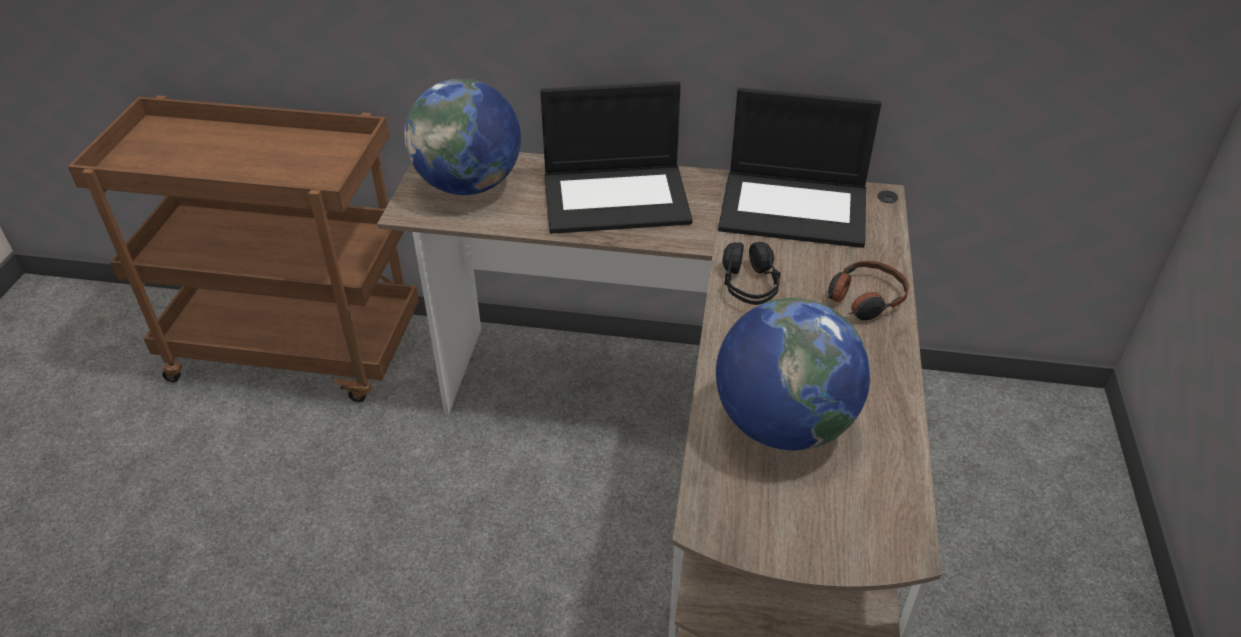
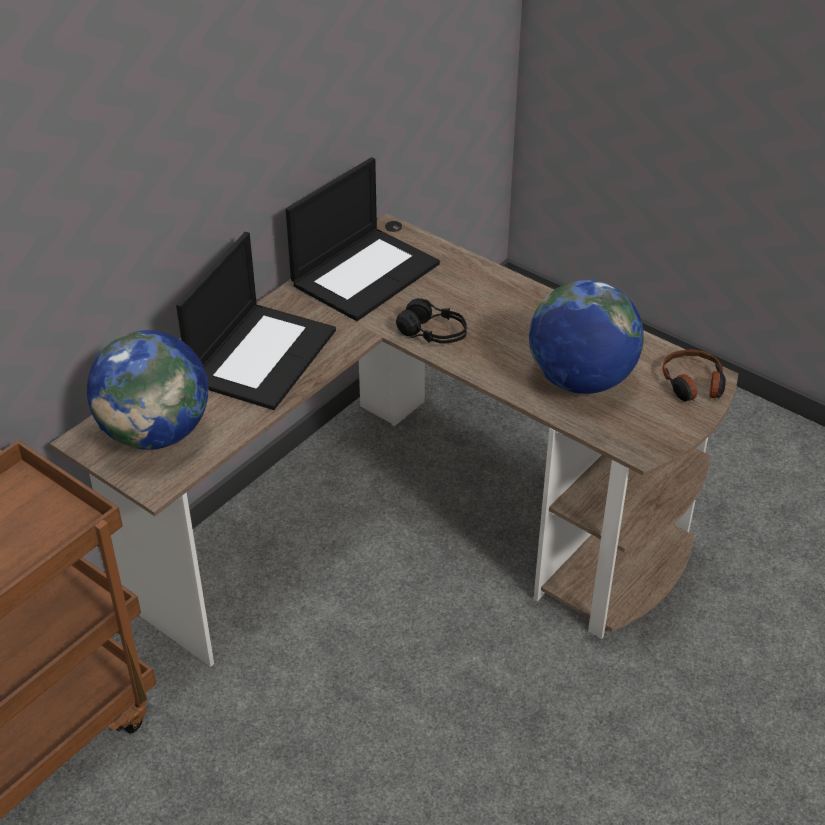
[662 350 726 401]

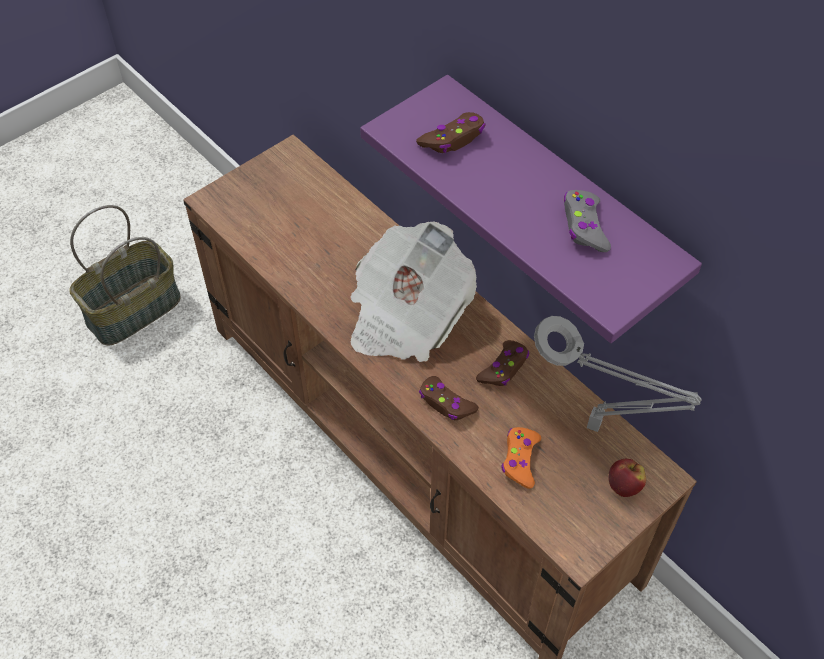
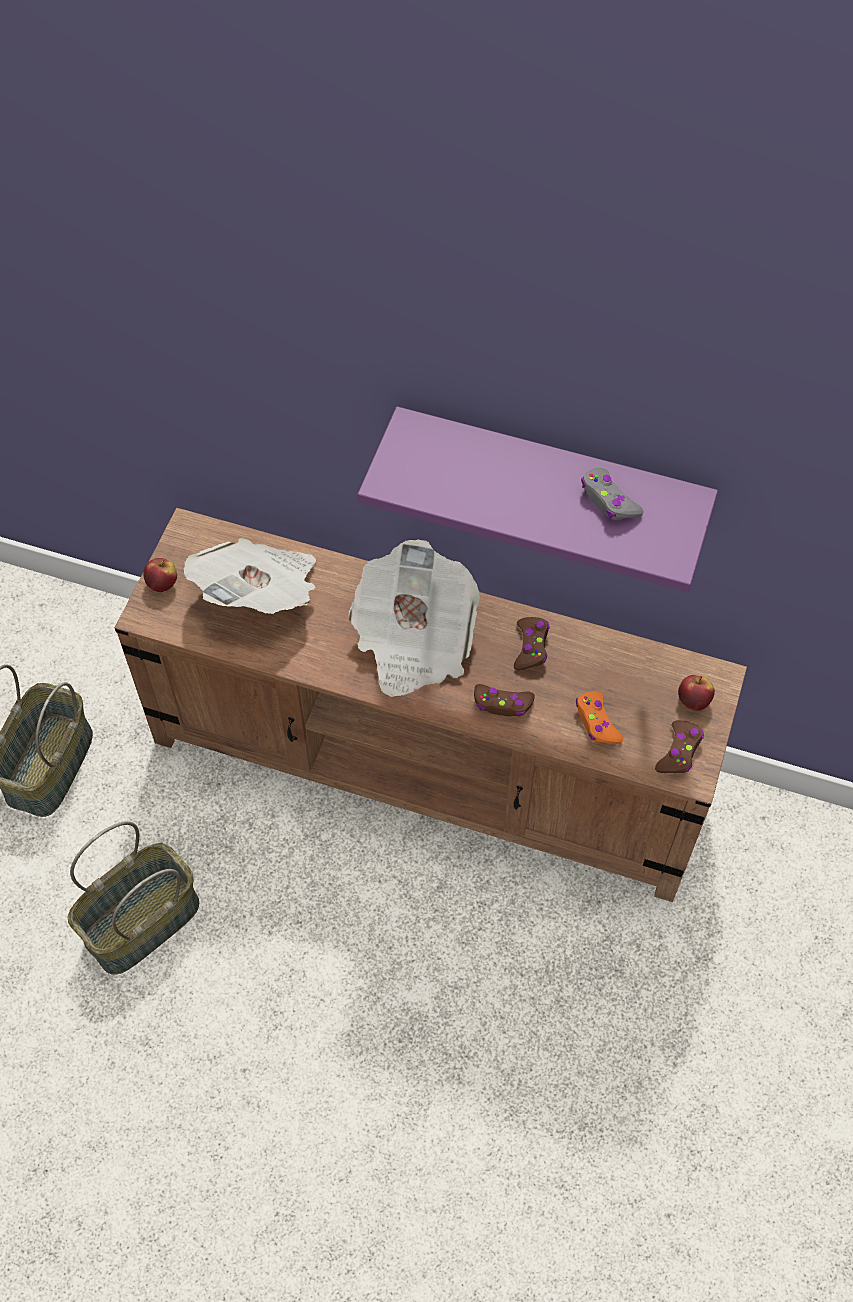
[534 316 702 432] (first image)
[68 821 199 975]
[143 558 177 592]
[184 538 316 614]
[655 720 704 773]

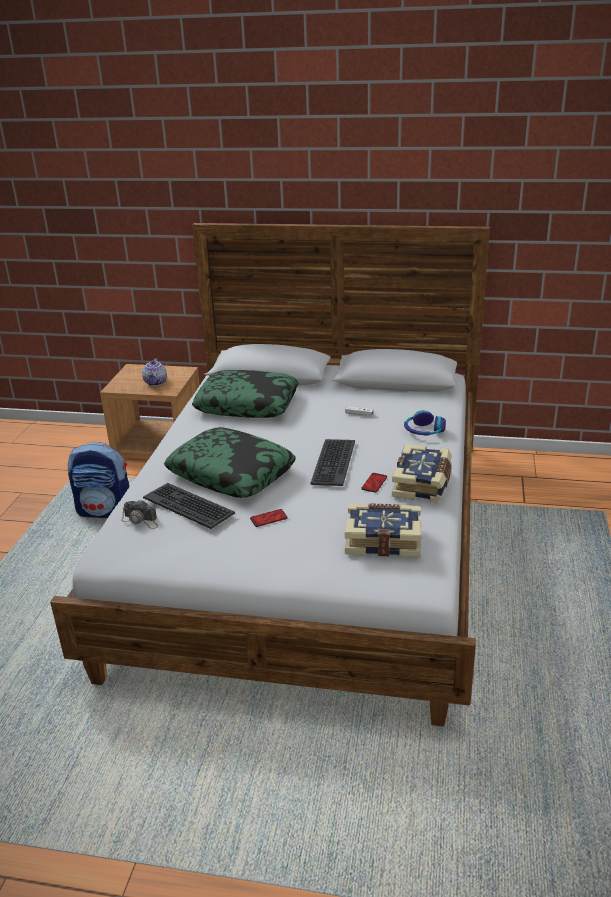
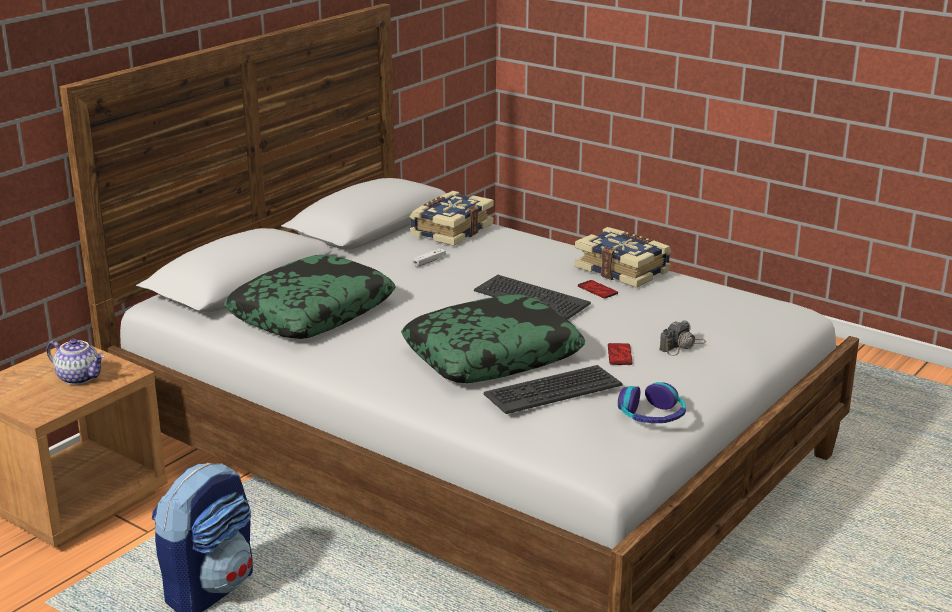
[660 320 706 356]
[410 191 494 246]
[618 382 686 423]

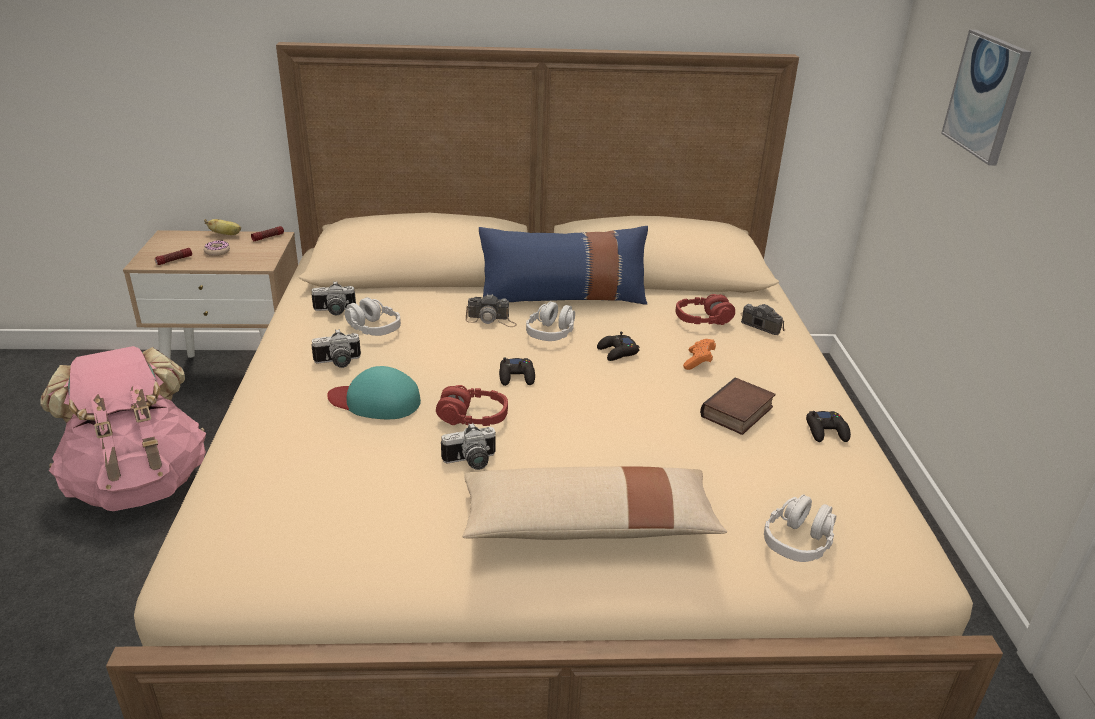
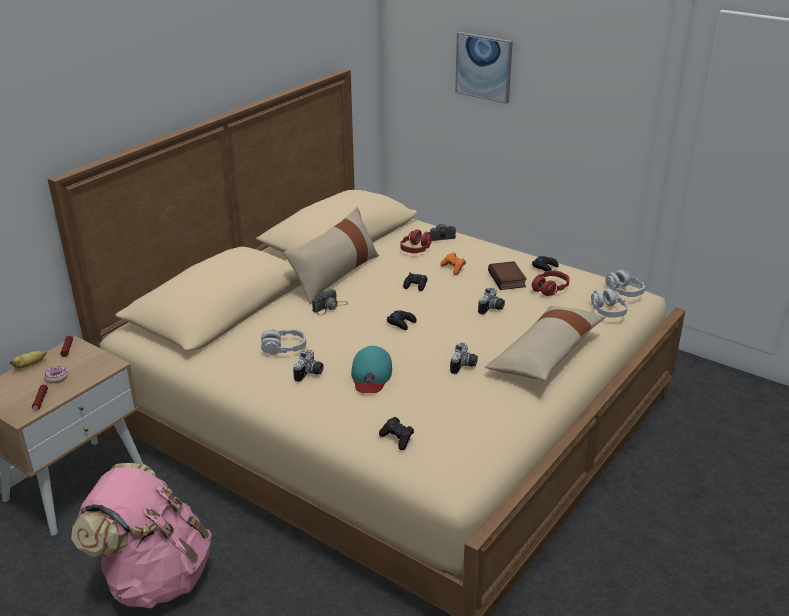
[379 417 414 450]
[478 287 505 315]
[532 270 570 296]
[605 270 645 297]
[284 207 379 304]
[351 346 392 393]

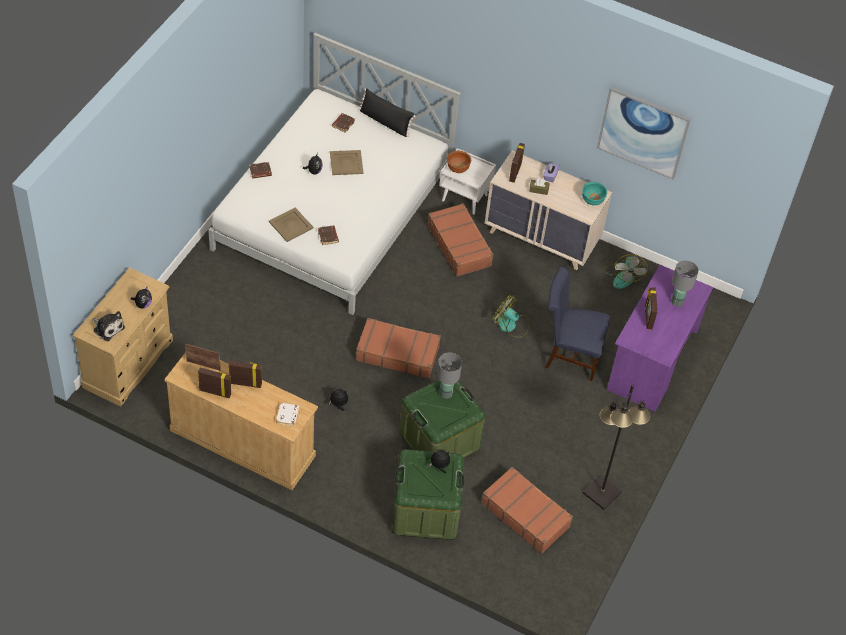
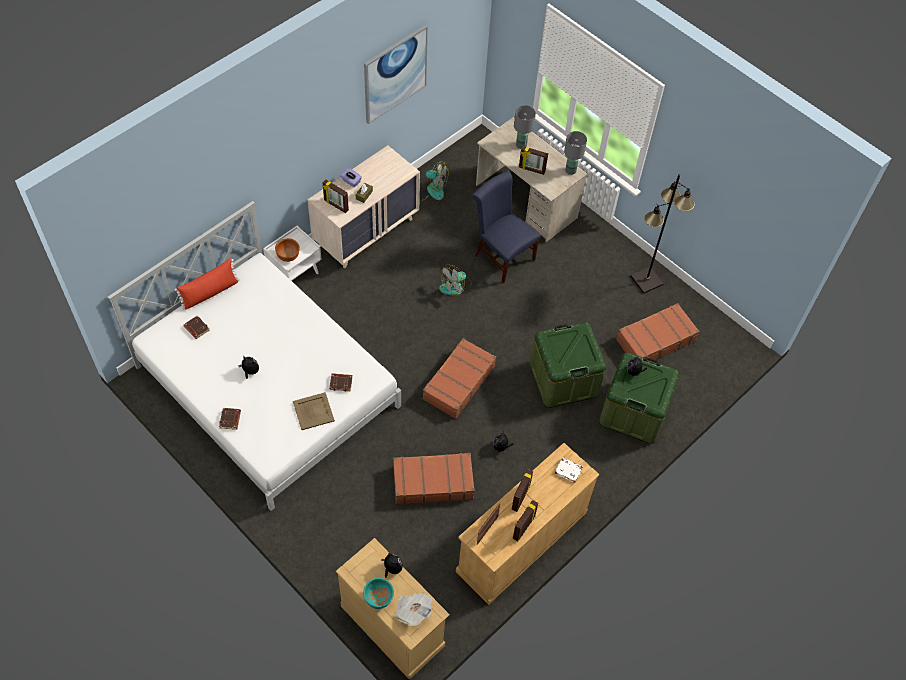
[330 150 364 175] (first image)
[393 453 475 504]
[564 131 587 175]
[363 578 394 609]
[394 593 432 626]
[175 258 240 310]
[476 117 587 242]
[472 170 541 283]

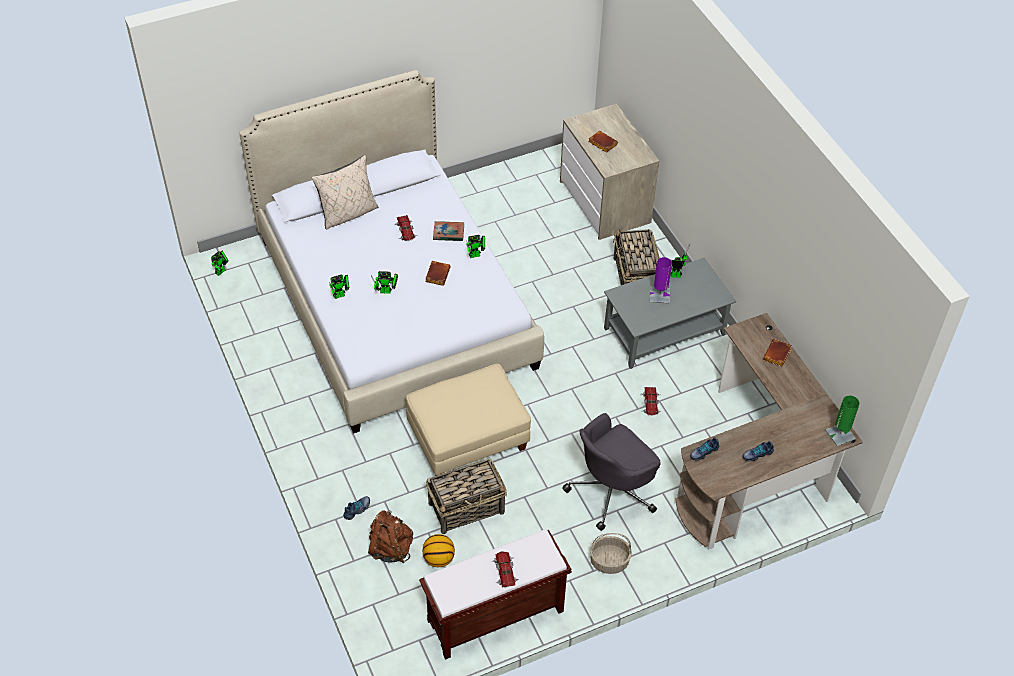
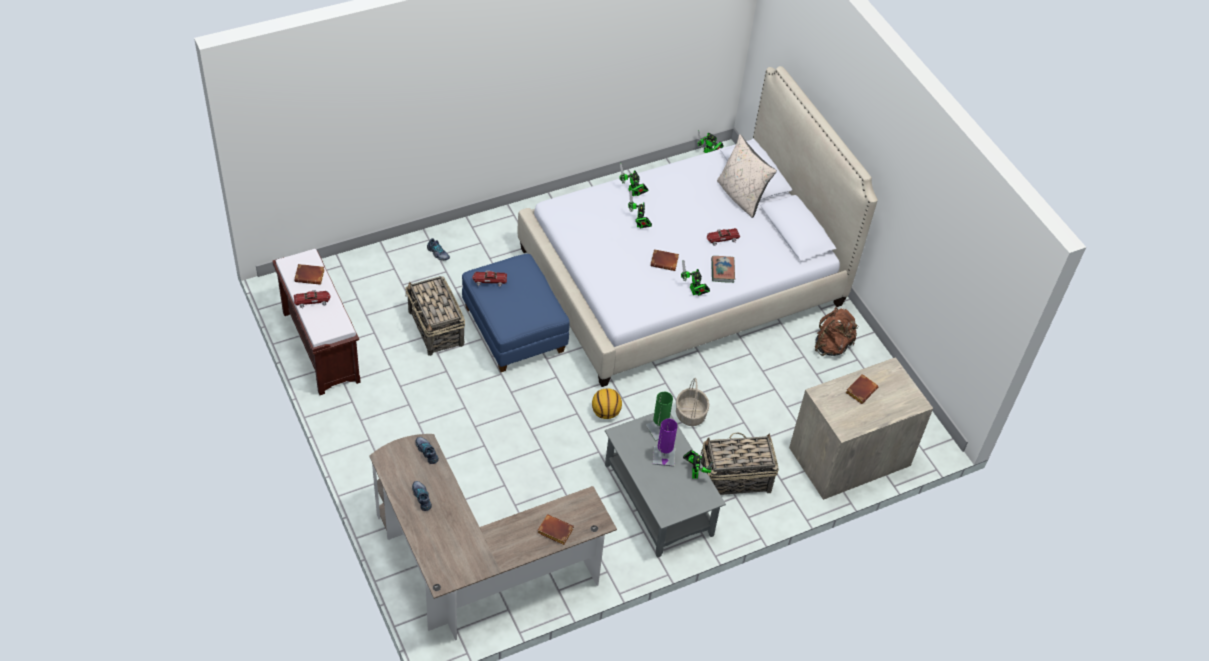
[562 413 661 531] (first image)
[294 264 325 285]
[815 307 857 356]
[592 389 622 419]
[676 378 709 426]
[472 270 507 287]
[646 392 673 441]
[462 254 570 372]

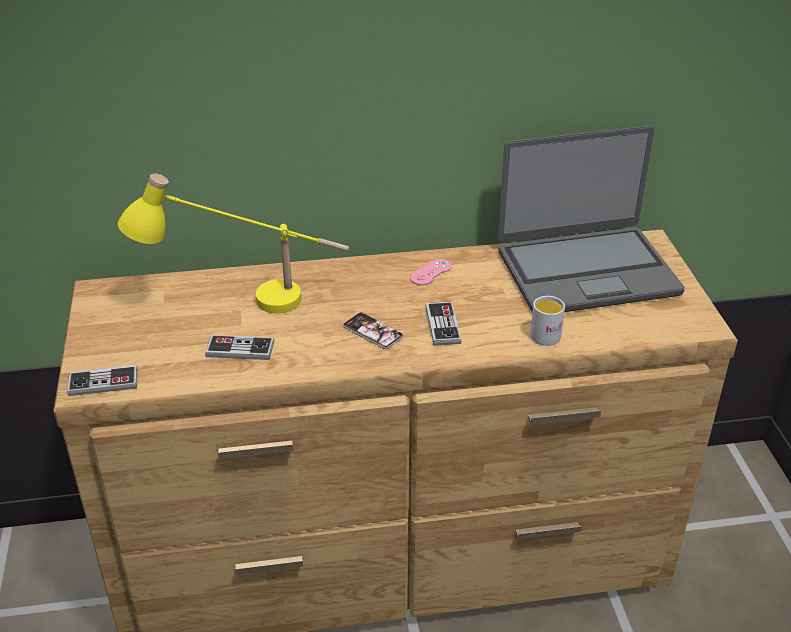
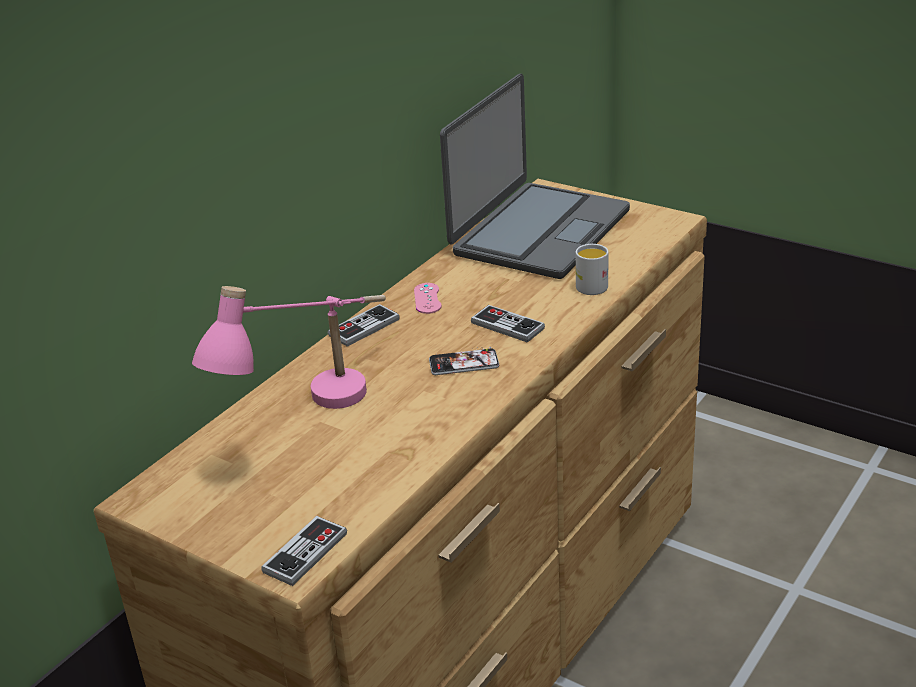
[328 304 400 347]
[192 286 386 409]

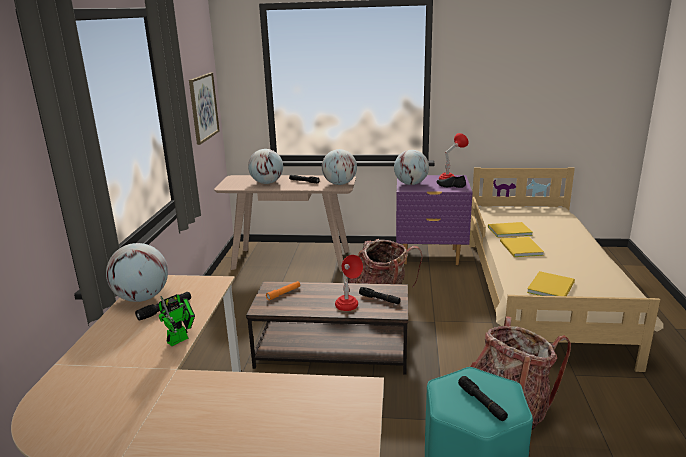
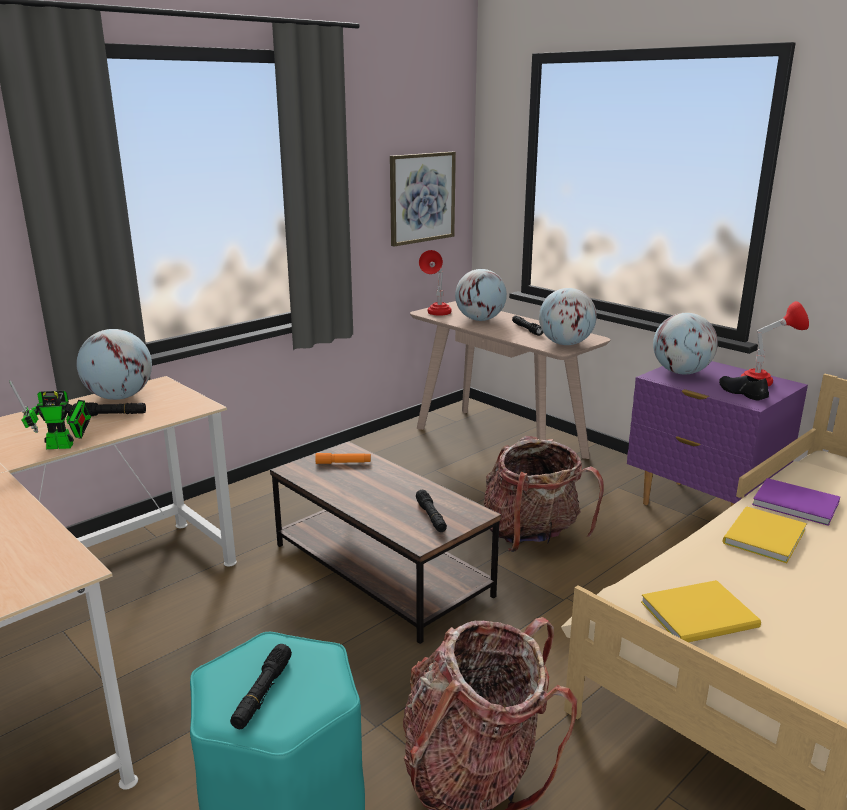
[419 250 452 316]
[752 478 840 526]

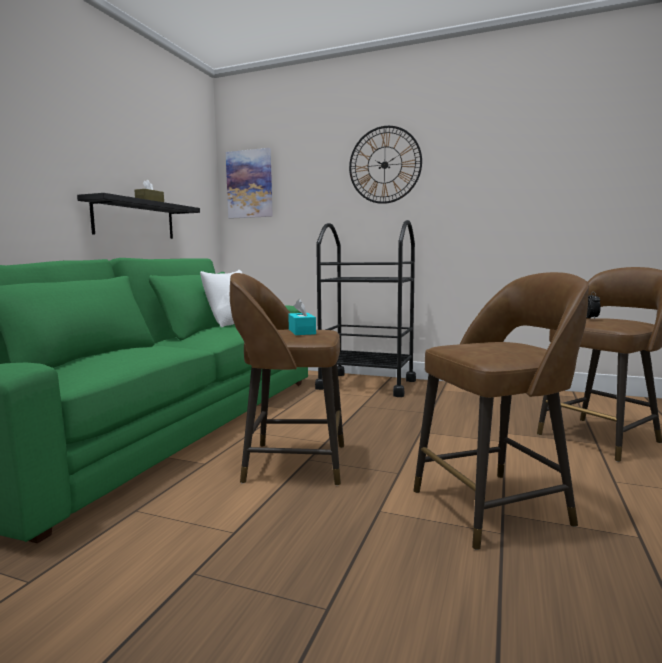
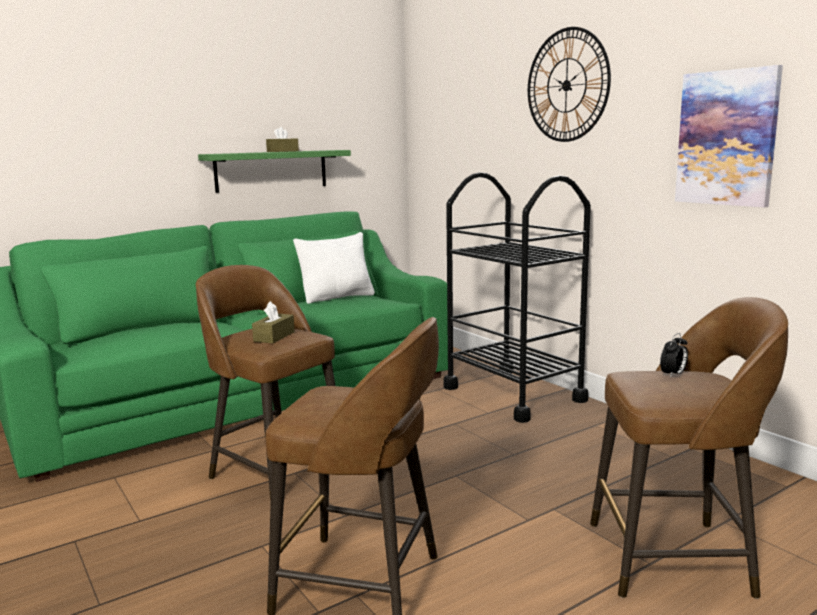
[675 65 783 207]
[198 150 351 193]
[252 301 295 343]

